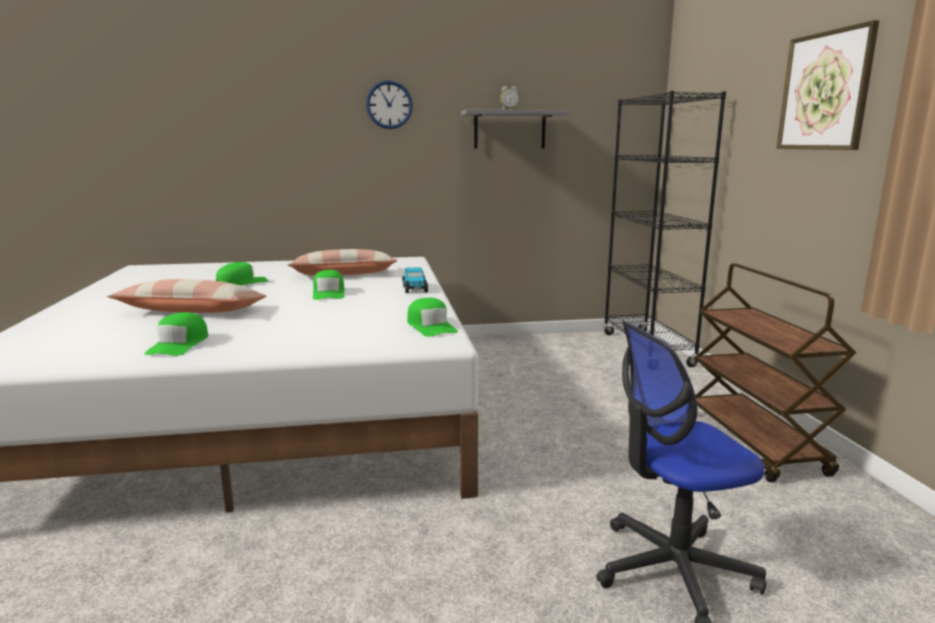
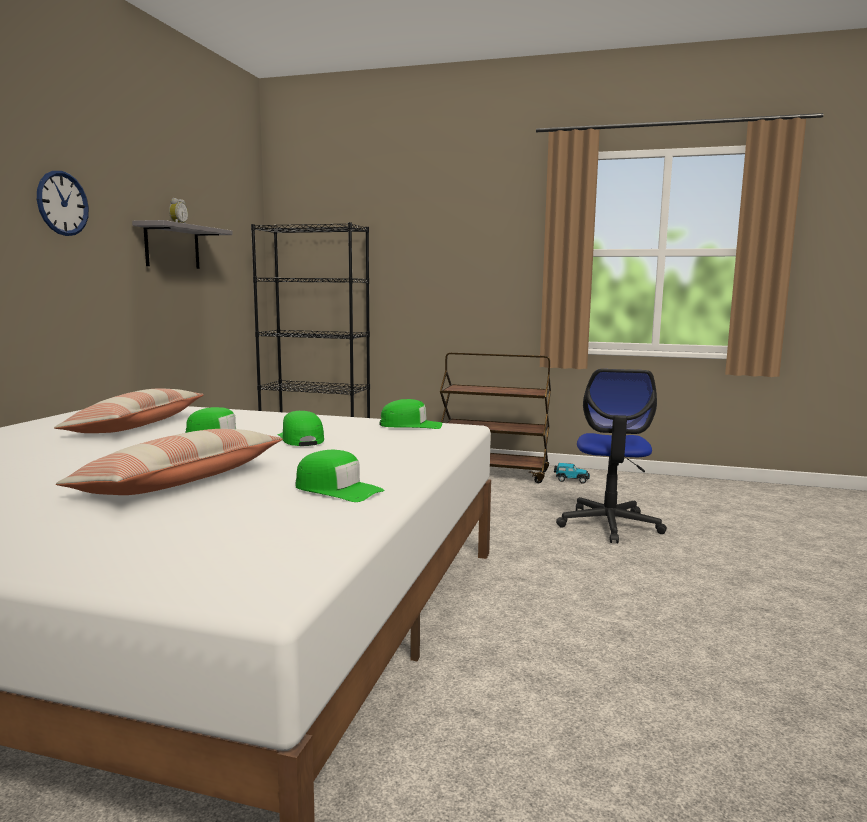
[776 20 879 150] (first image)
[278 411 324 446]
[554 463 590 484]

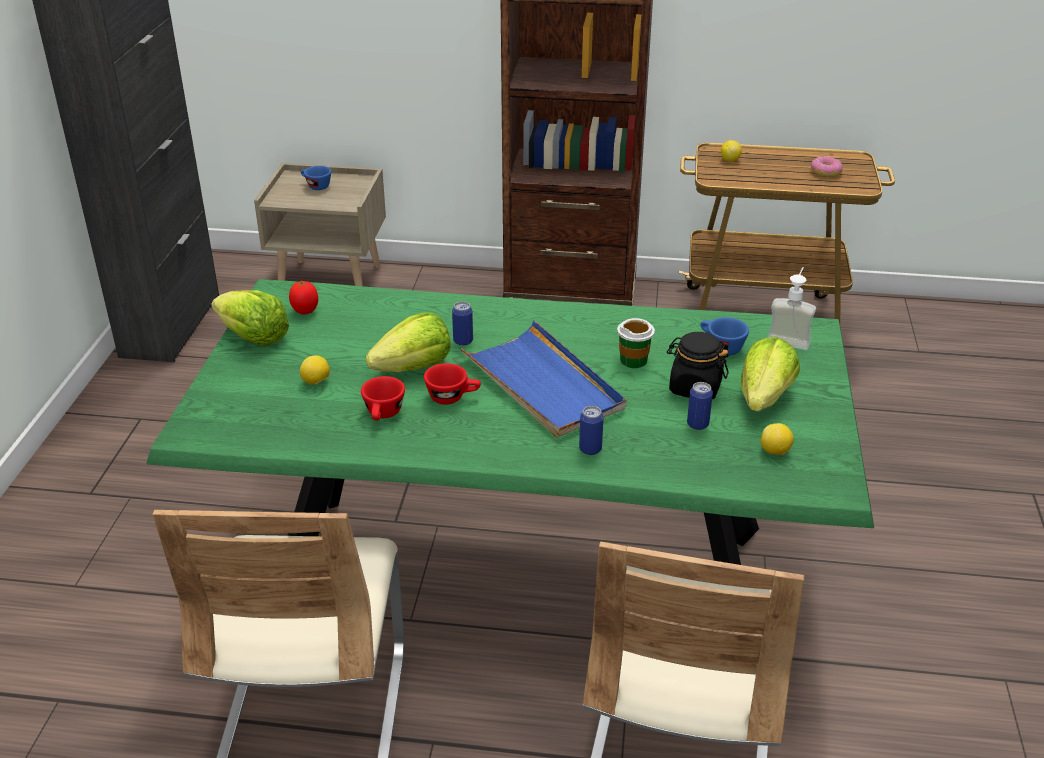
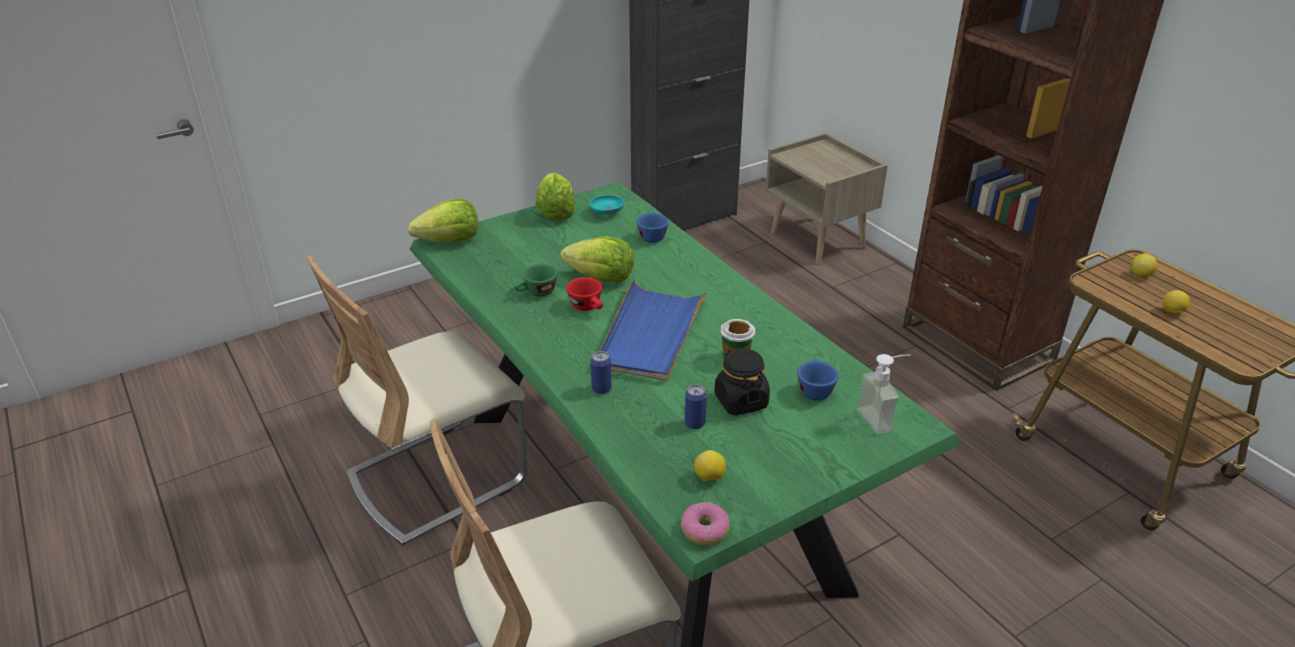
[452 301 473 346] (first image)
[1162 290 1190 313]
[636 213 669 243]
[408 199 478 242]
[681 502 731 546]
[589 195 624 215]
[514 264 558 297]

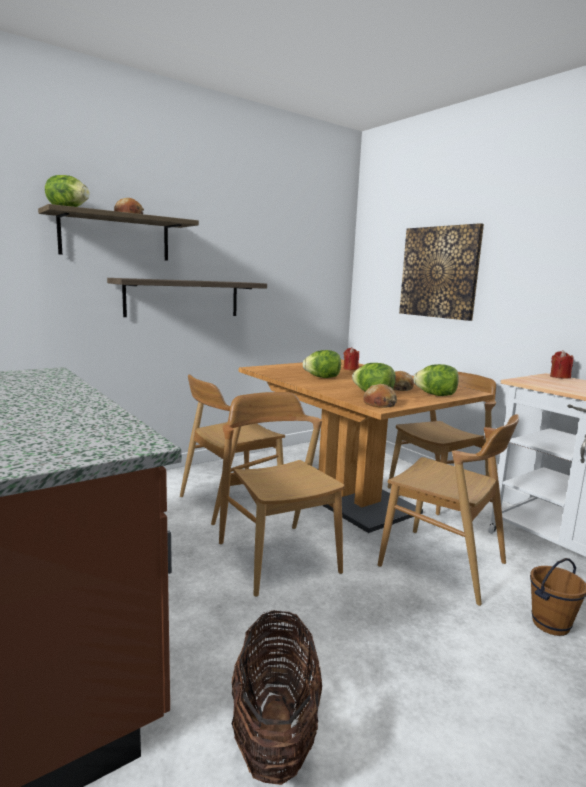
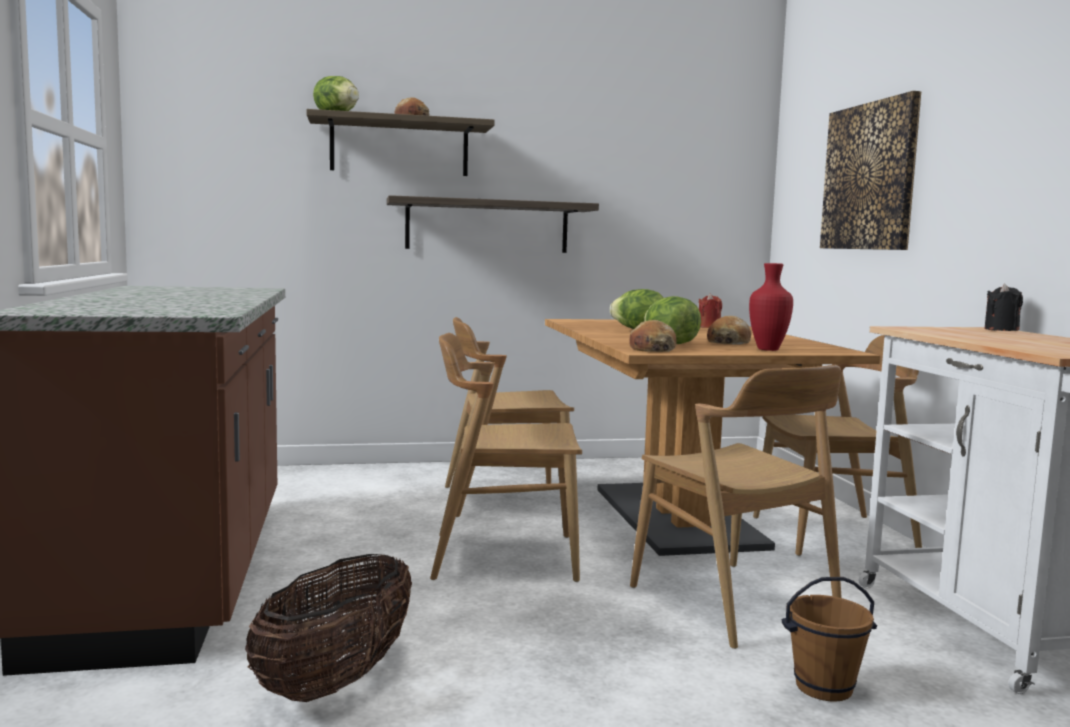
[749 263 793 351]
[984 284 1023 331]
[430 333 582 582]

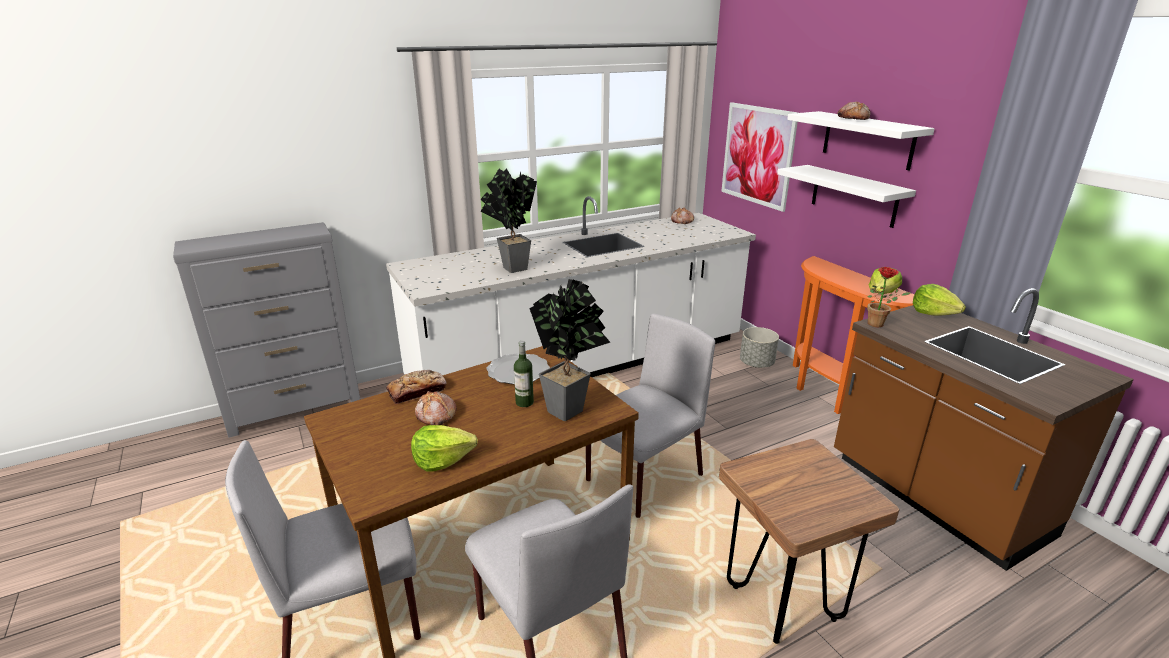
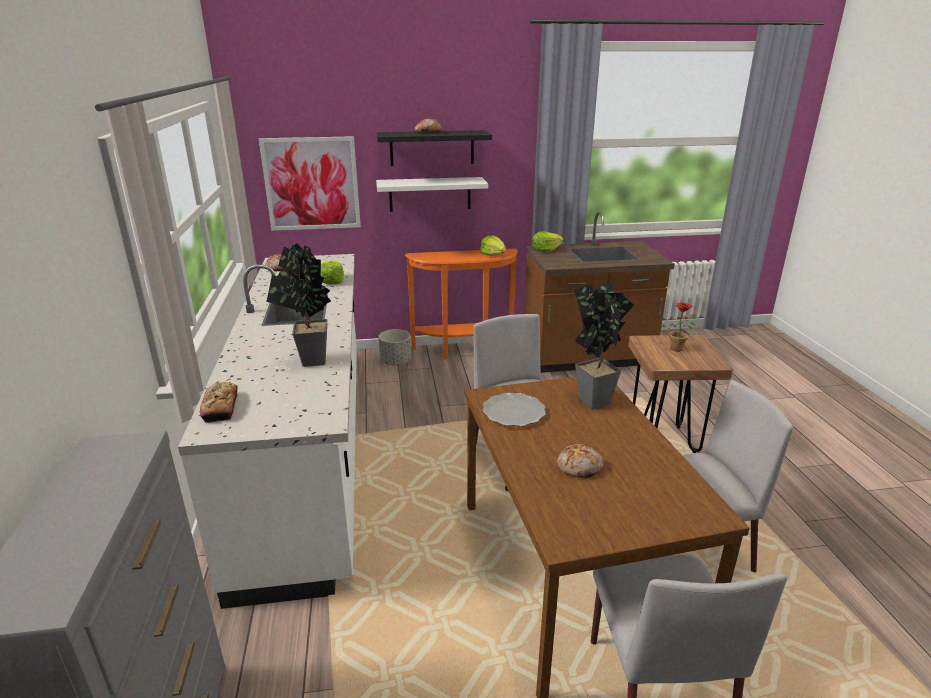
[514 341 534 407] (first image)
[200 382 238 423]
[321 260 344 285]
[660 302 696 352]
[377 130 492 166]

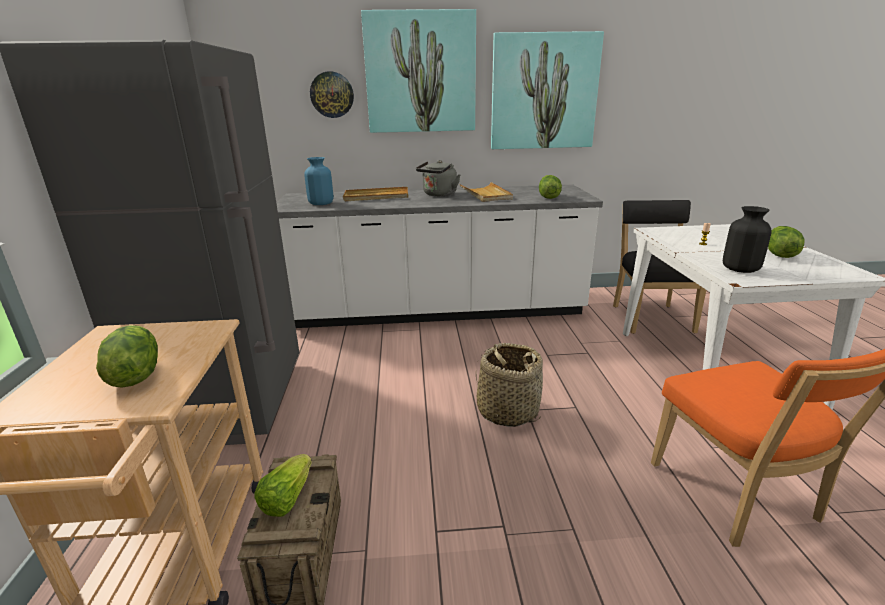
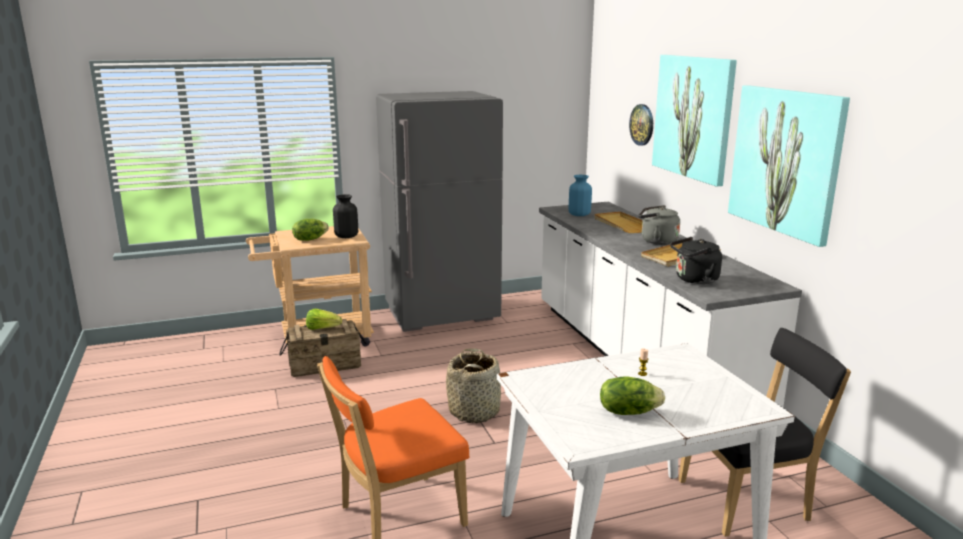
[333 194 358 238]
[670 237 722 284]

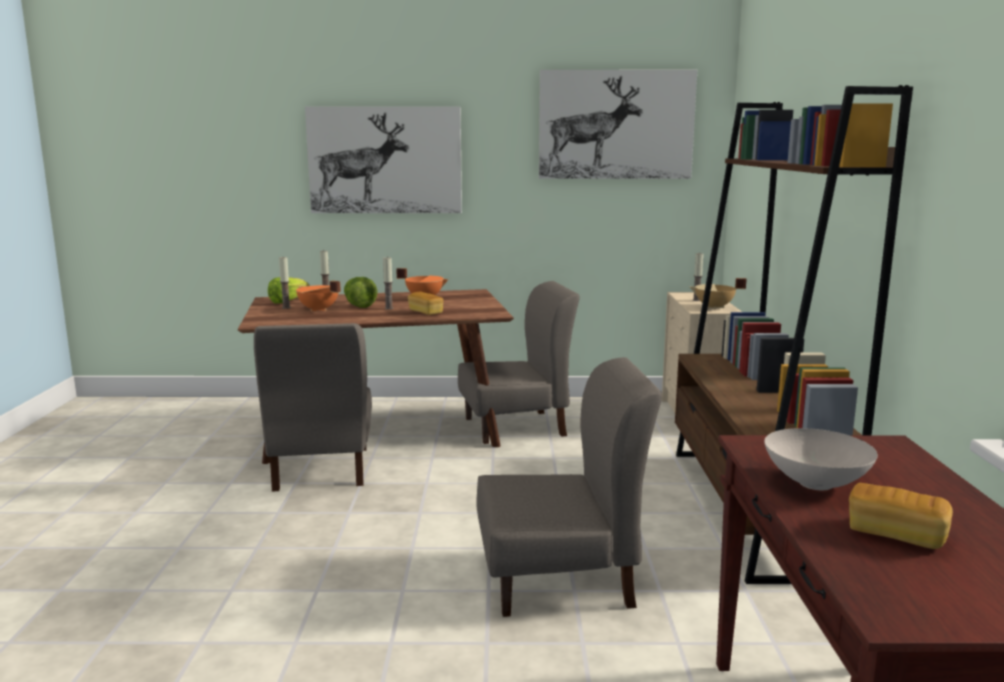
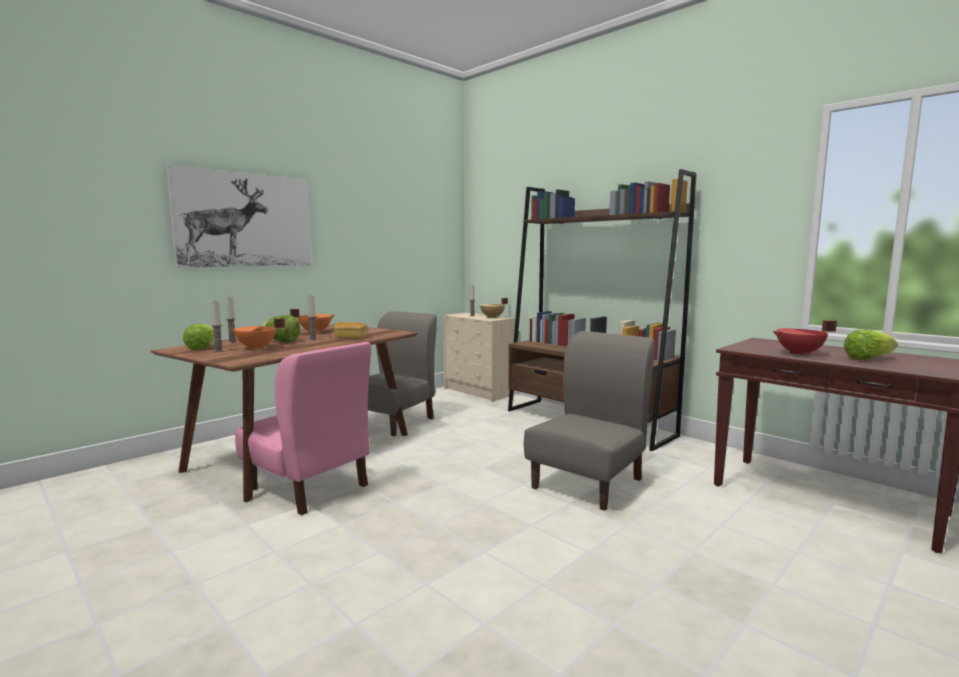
[539 70 697 179] (first image)
[773 320 837 356]
[844 329 898 360]
[235 342 371 515]

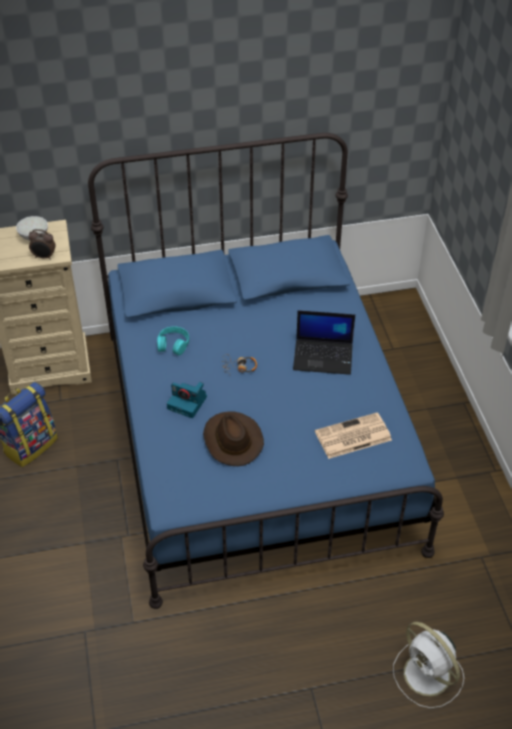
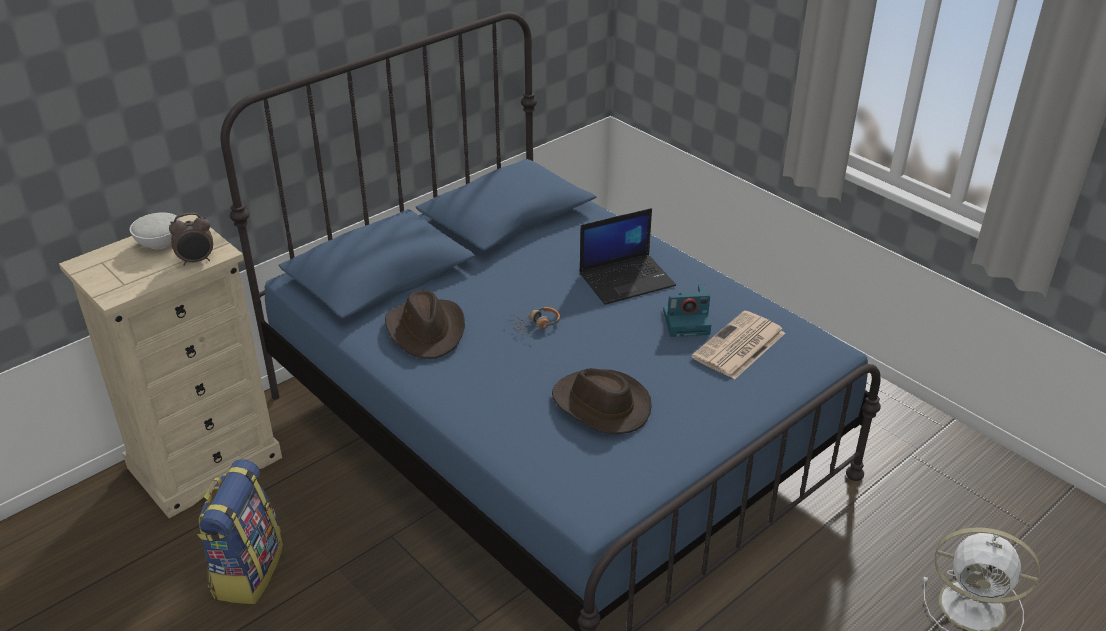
[663 284 711 337]
[385 290 465 359]

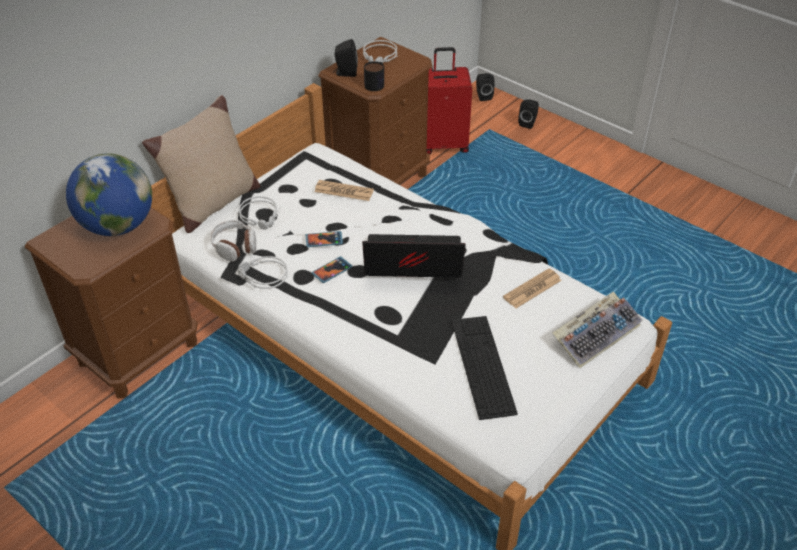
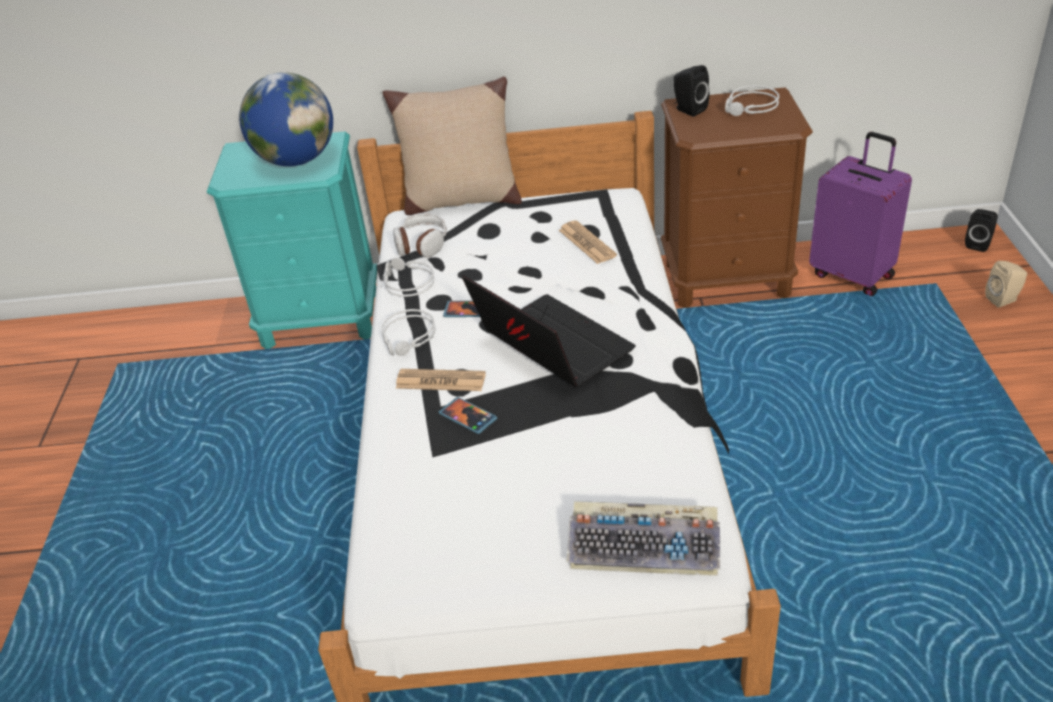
[364 61 384 91] (first image)
[452 316 518 420] (first image)
[381 309 436 356]
[439 397 497 434]
[396 369 486 391]
[207 131 377 349]
[809 132 912 296]
[985 261 1027 308]

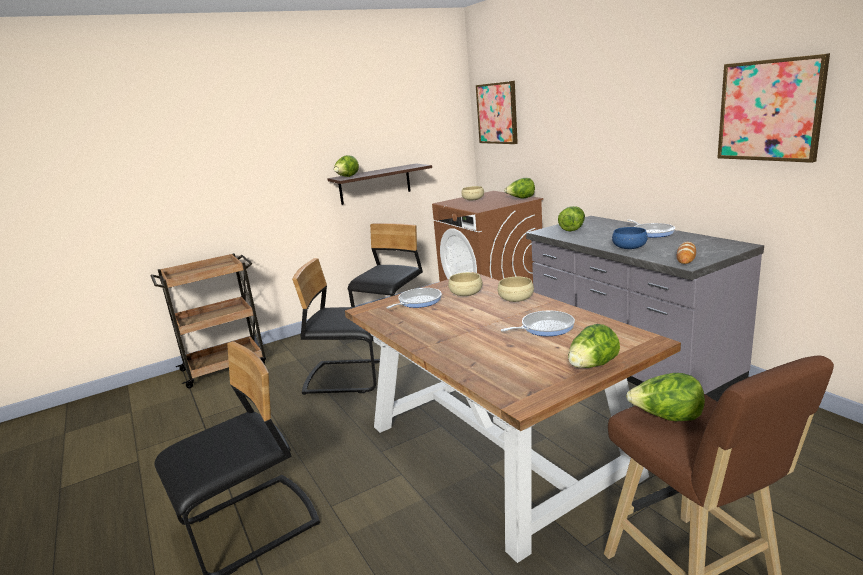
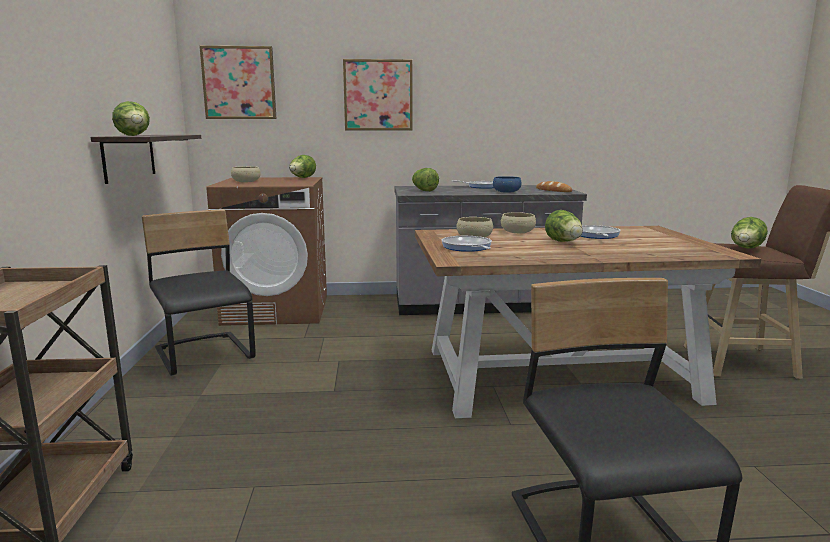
[292 258 380 395] (first image)
[545 210 583 242]
[343 59 412 130]

